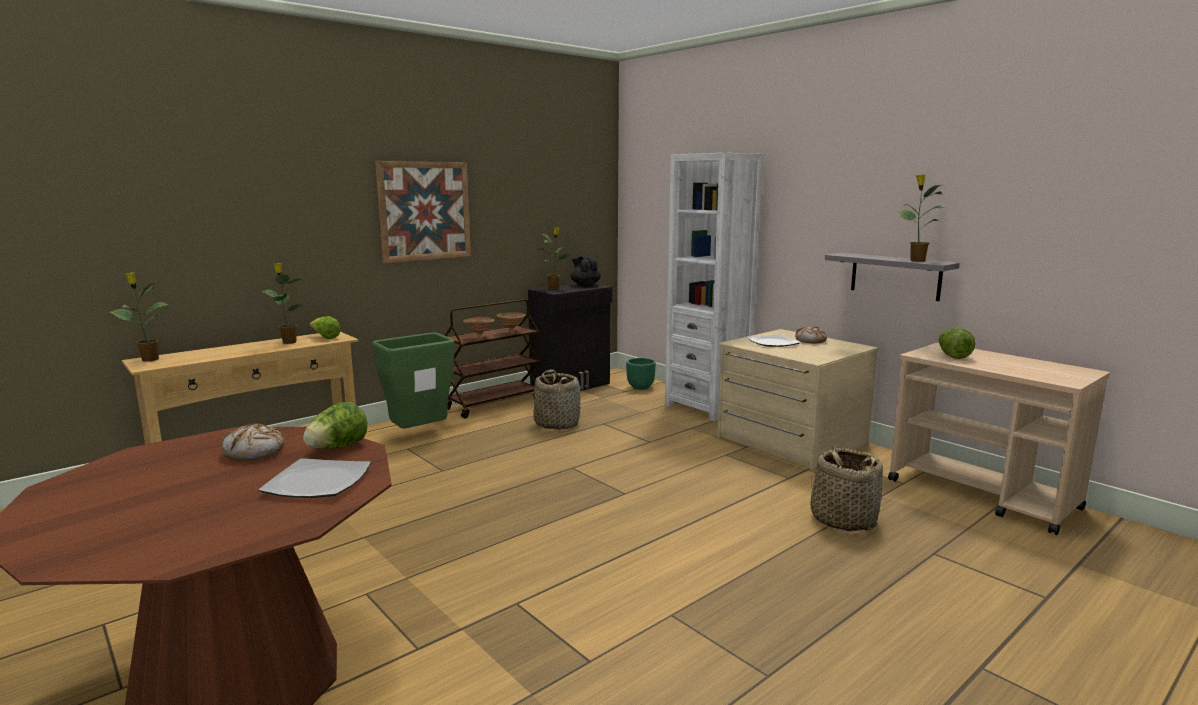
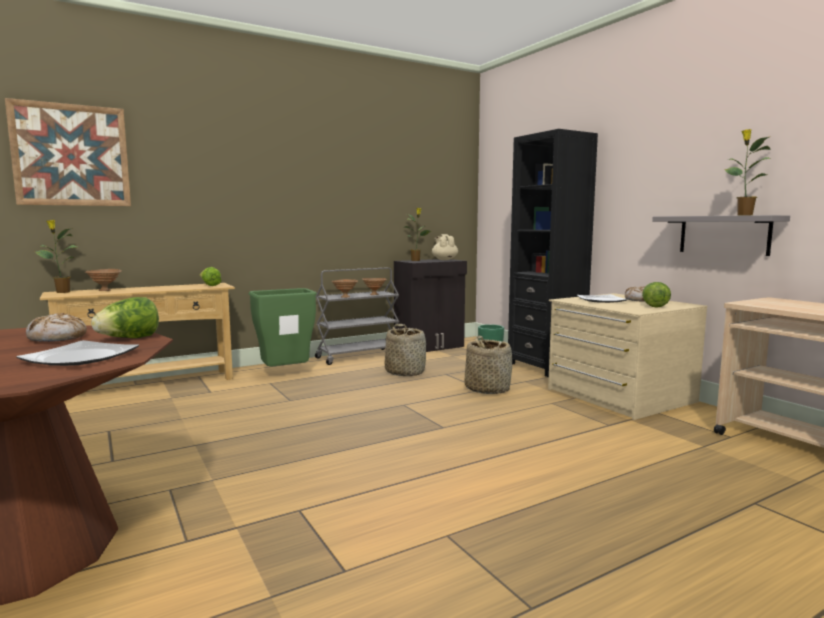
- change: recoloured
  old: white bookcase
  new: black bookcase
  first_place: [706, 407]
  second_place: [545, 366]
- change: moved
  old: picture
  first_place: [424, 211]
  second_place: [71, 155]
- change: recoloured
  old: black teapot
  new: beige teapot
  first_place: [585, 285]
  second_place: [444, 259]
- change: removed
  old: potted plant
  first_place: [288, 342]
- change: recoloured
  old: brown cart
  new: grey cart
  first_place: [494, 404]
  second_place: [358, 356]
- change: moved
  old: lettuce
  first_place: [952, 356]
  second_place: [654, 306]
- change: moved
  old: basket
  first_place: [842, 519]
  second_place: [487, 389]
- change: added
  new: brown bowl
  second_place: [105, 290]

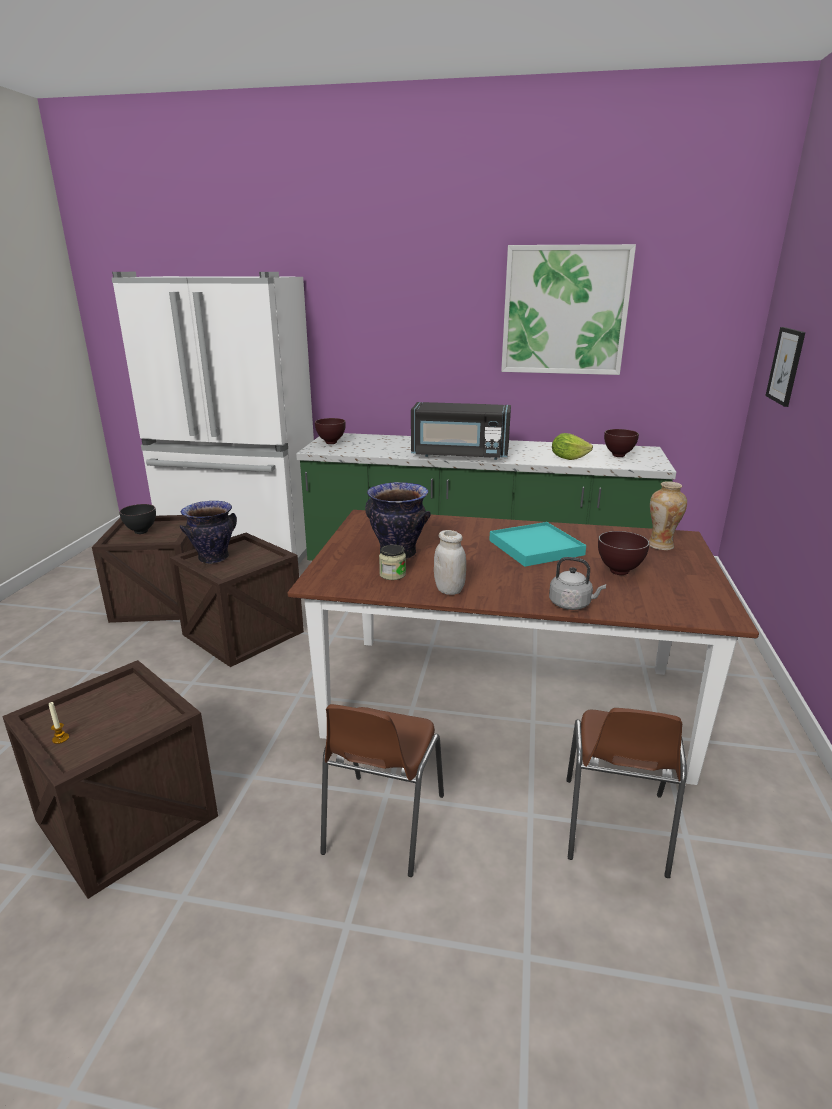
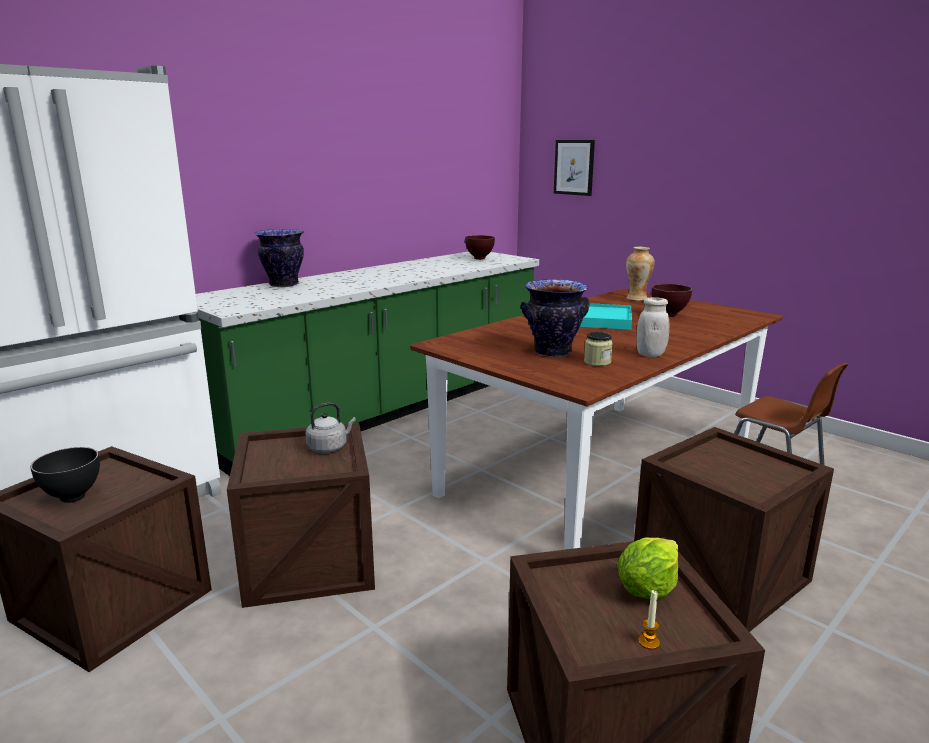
- change: removed
  old: picture
  first_place: [564, 311]
- change: removed
  old: black microwave
  first_place: [459, 455]
- change: removed
  old: brown bowl
  first_place: [330, 443]
- change: moved
  old: lettuce
  first_place: [568, 458]
  second_place: [647, 588]
- change: moved
  old: vase
  first_place: [213, 558]
  second_place: [283, 284]
- change: moved
  old: grey kettle
  first_place: [572, 604]
  second_place: [329, 447]
- change: replaced
  old: brown chair
  new: crate
  first_place: [381, 826]
  second_place: [720, 575]

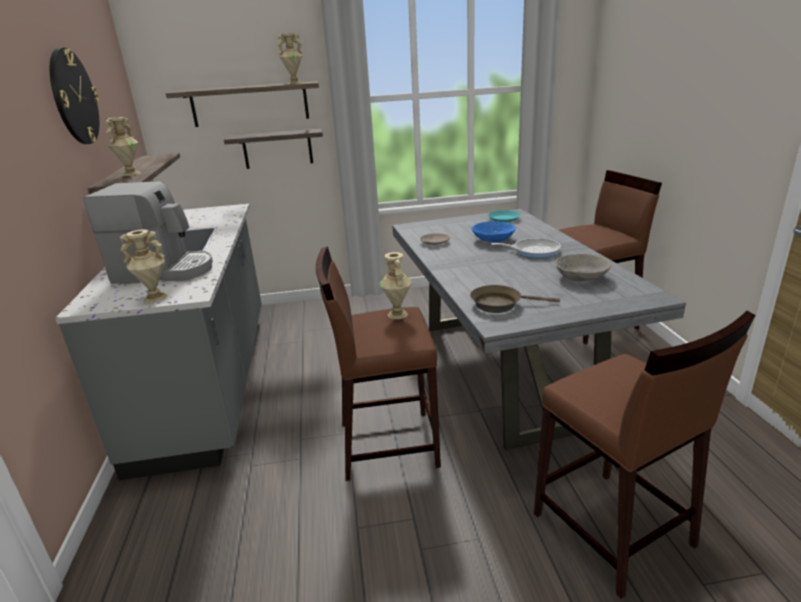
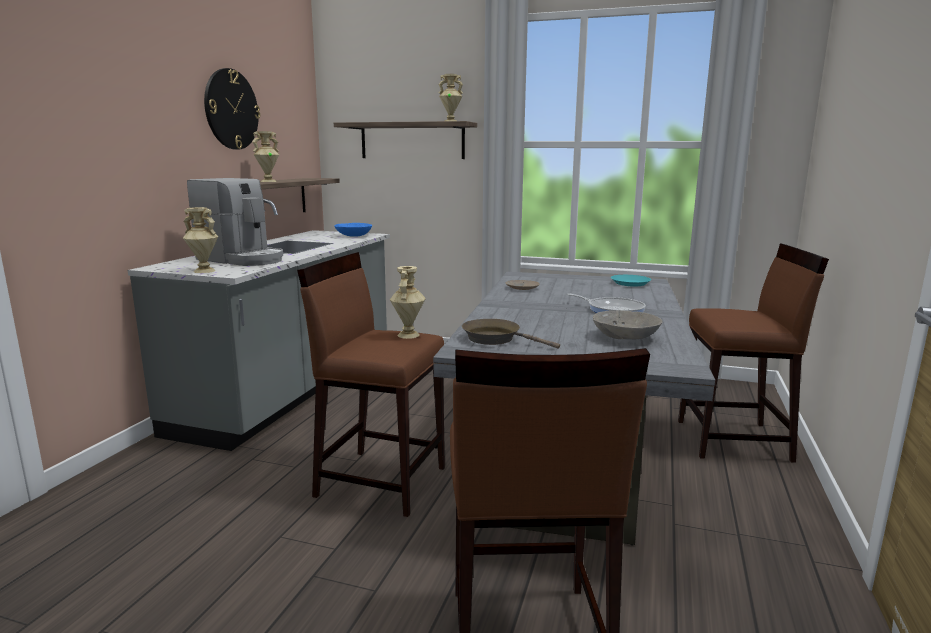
- change: removed
  old: shelf
  first_place: [277, 149]
- change: moved
  old: blue bowl
  first_place: [493, 240]
  second_place: [353, 236]

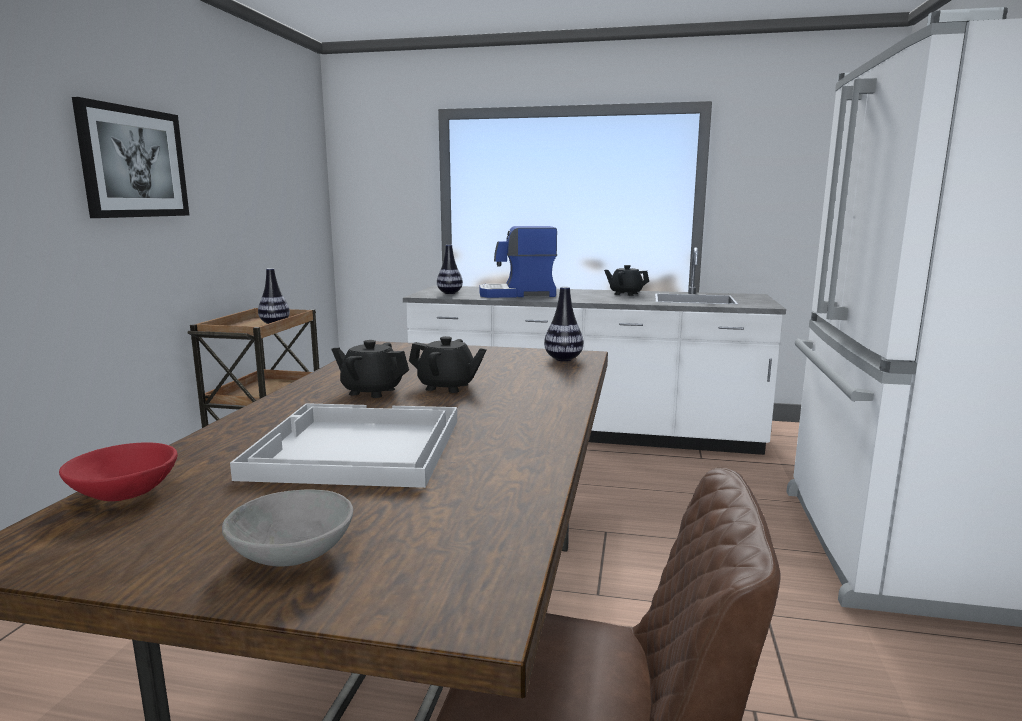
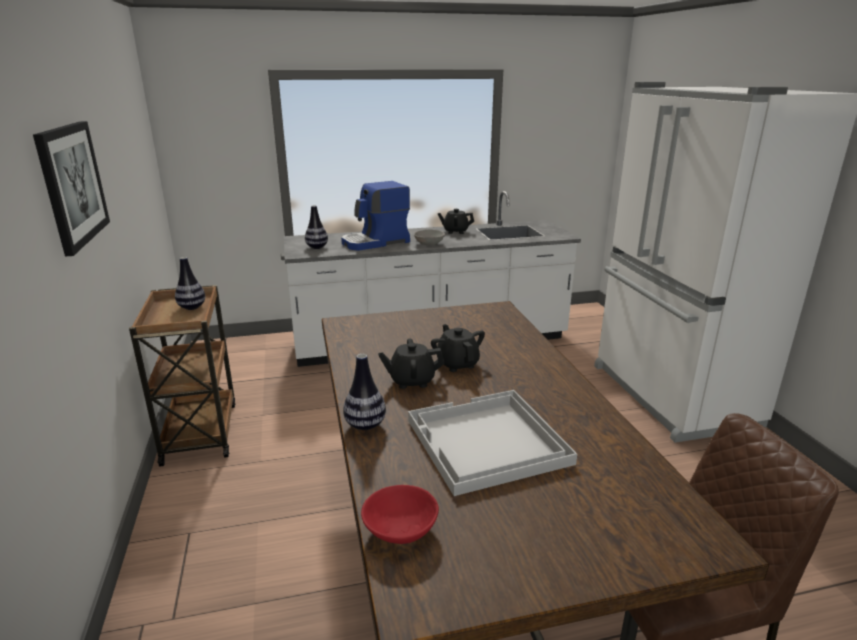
- change: moved
  old: vase
  first_place: [563, 359]
  second_place: [365, 425]
- change: turned
  old: black teapot
  first_place: [447, 387]
  second_place: [457, 364]
  degrees: -105
- change: moved
  old: grey bowl
  first_place: [292, 554]
  second_place: [429, 244]

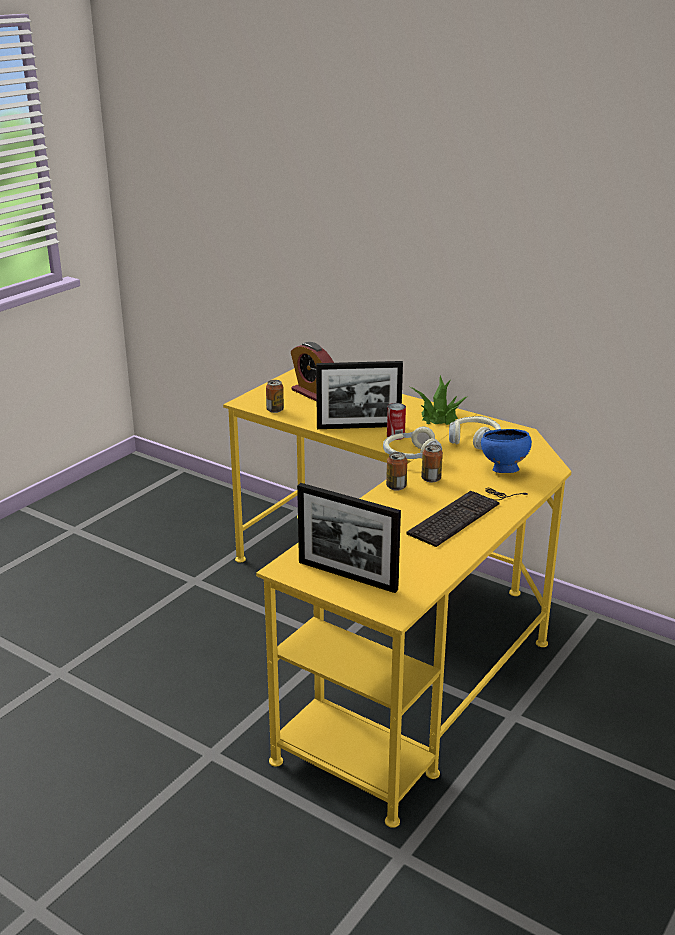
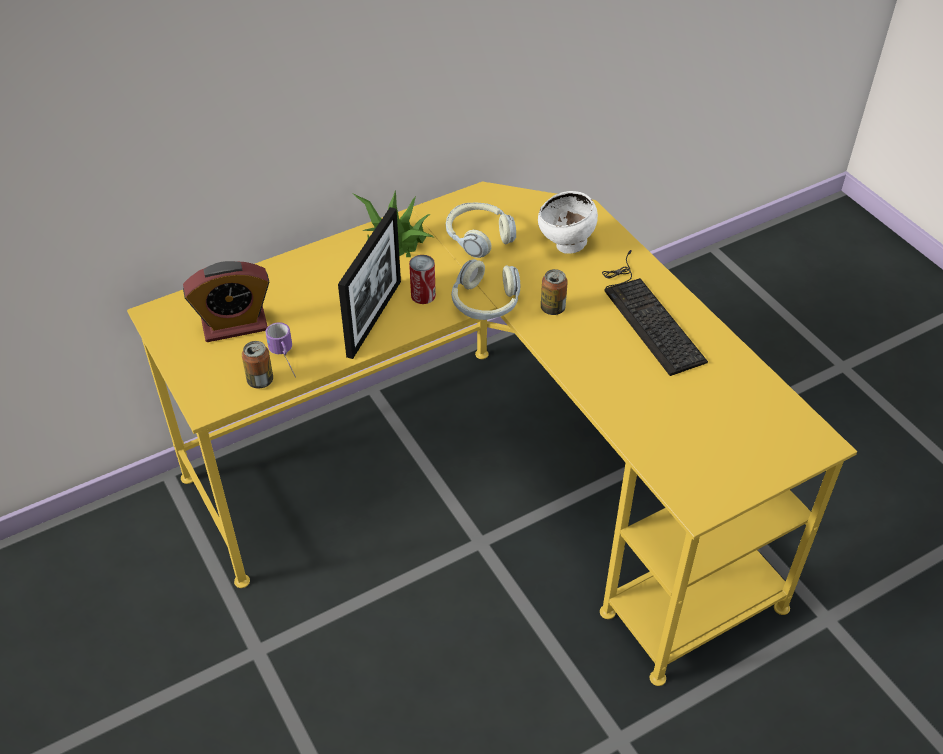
- change: recoloured
  old: blue bowl
  new: white bowl
  first_place: [503, 470]
  second_place: [566, 246]
- change: removed
  old: can
  first_place: [396, 487]
- change: removed
  old: picture frame
  first_place: [347, 576]
- change: added
  new: mug
  second_place: [286, 361]

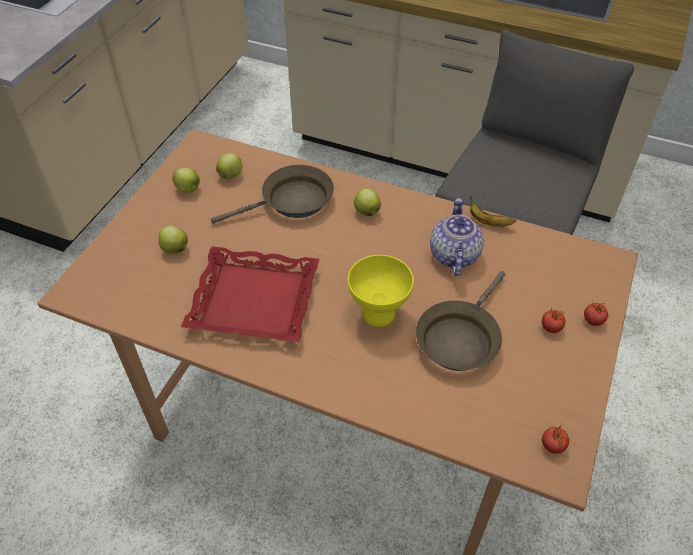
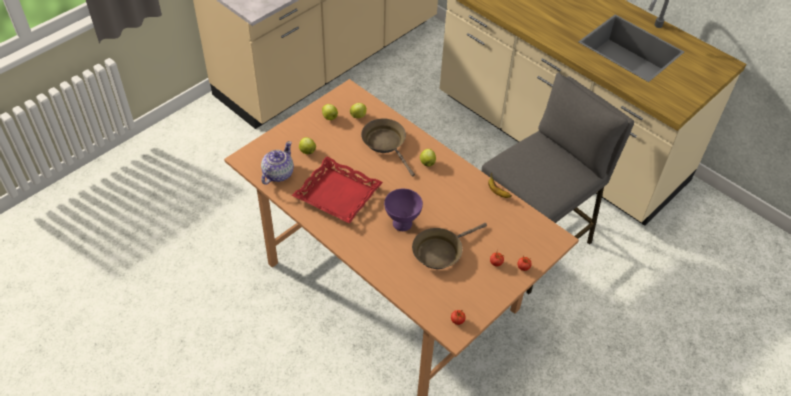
- change: turned
  old: brown frying pan
  first_place: [291, 202]
  second_place: [386, 143]
  degrees: -120
- change: moved
  old: teapot
  first_place: [453, 255]
  second_place: [277, 174]
- change: recoloured
  old: yellow bowl
  new: purple bowl
  first_place: [378, 313]
  second_place: [402, 223]

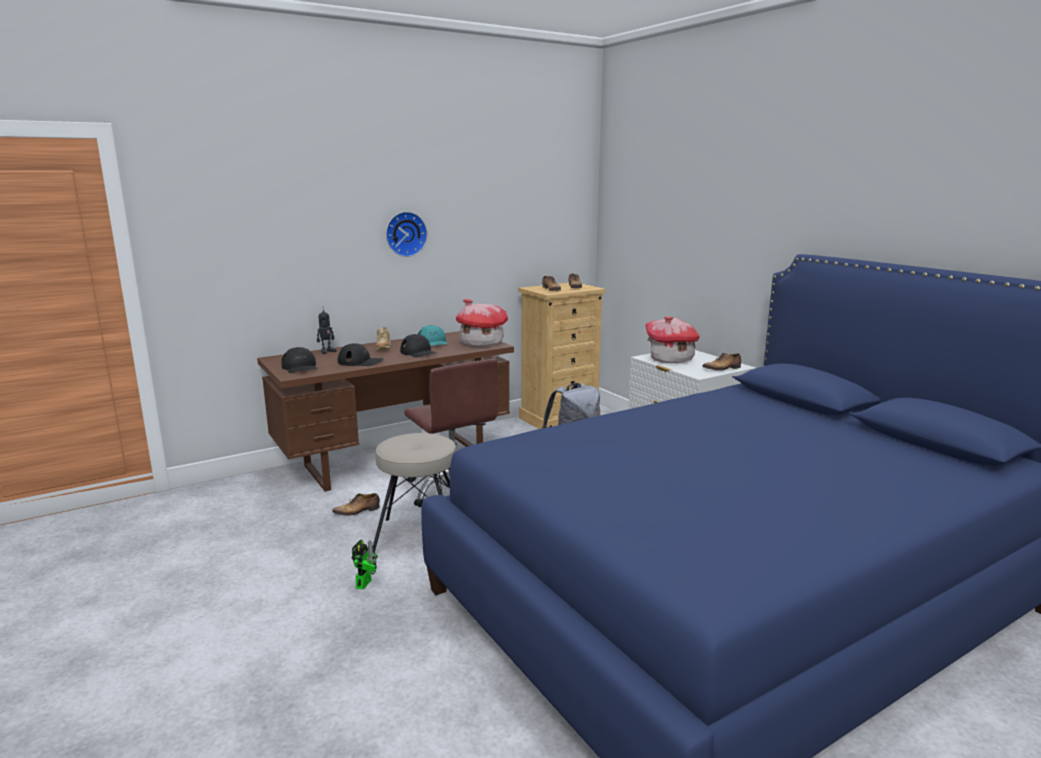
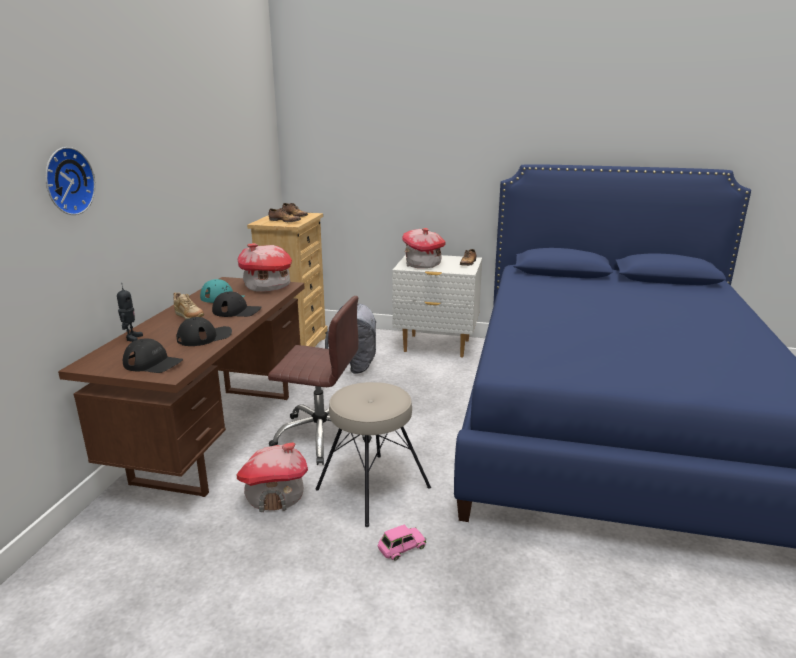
- change: moved
  old: wall clock
  first_place: [405, 234]
  second_place: [66, 181]
- change: replaced
  old: shoe
  new: toy house
  first_place: [358, 511]
  second_place: [276, 496]
- change: replaced
  old: toy robot
  new: pink toy car
  first_place: [365, 582]
  second_place: [401, 547]

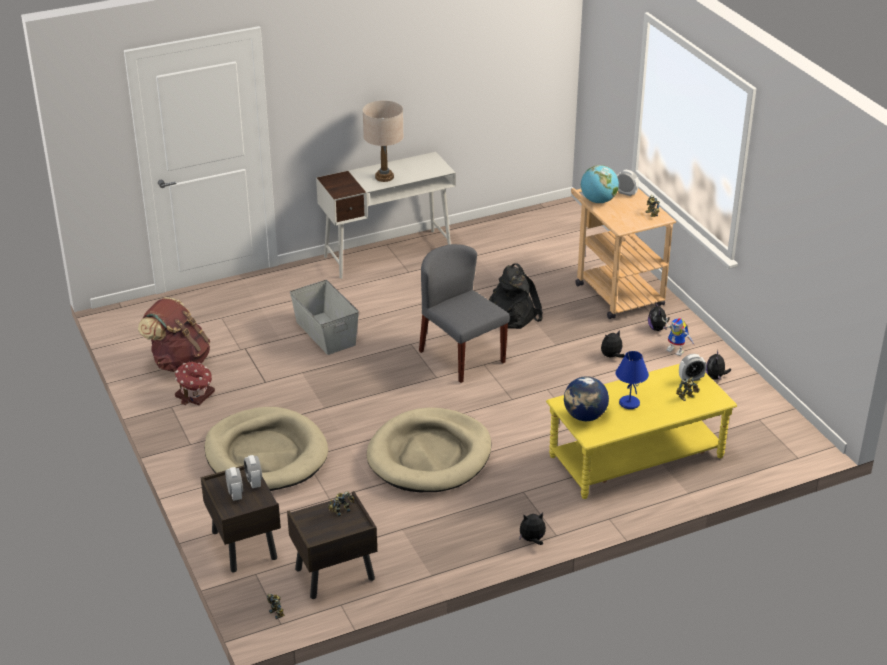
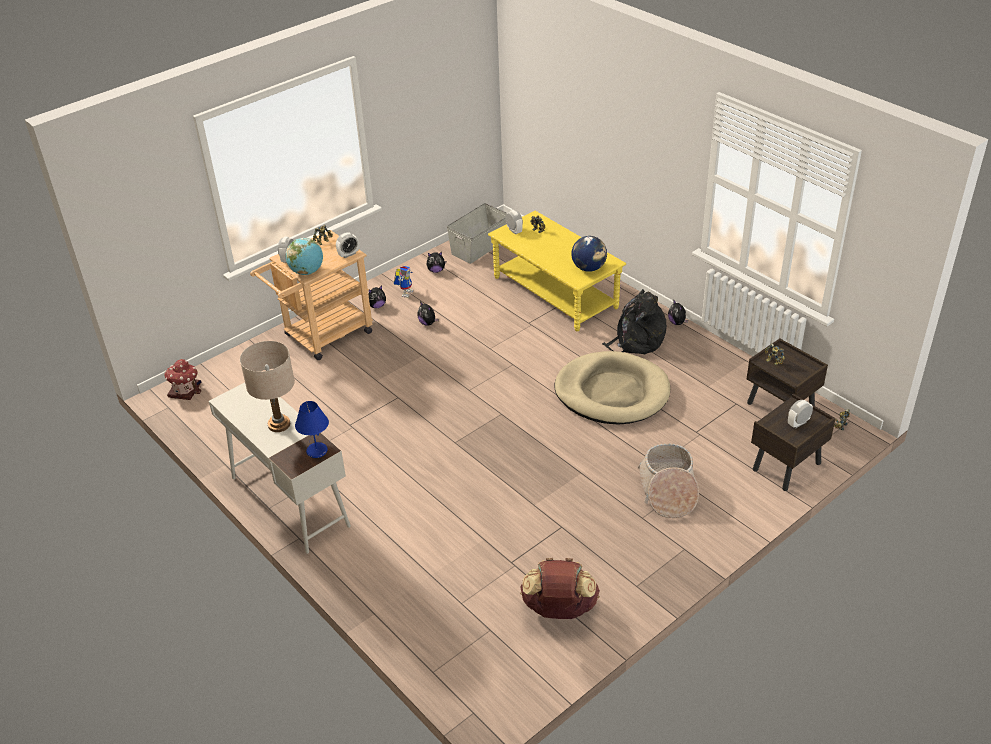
- change: removed
  old: grey chair
  first_place: [461, 356]
- change: moved
  old: black backpack
  first_place: [510, 314]
  second_place: [636, 341]
- change: moved
  old: grey storage box
  first_place: [326, 333]
  second_place: [479, 246]
- change: moved
  old: blue table lamp
  first_place: [628, 403]
  second_place: [317, 451]
- change: moved
  old: toy house
  first_place: [195, 395]
  second_place: [185, 390]
- change: replaced
  old: beige dog bed
  new: basket
  first_place: [266, 454]
  second_place: [668, 491]
- change: moved
  old: alarm clock
  first_place: [254, 482]
  second_place: [348, 254]

